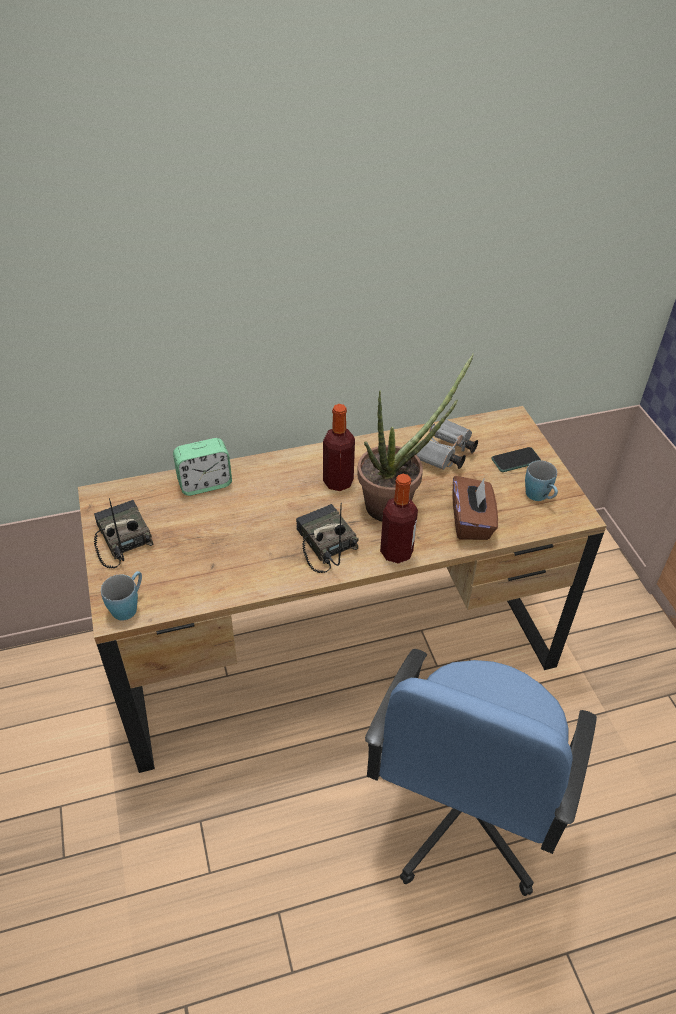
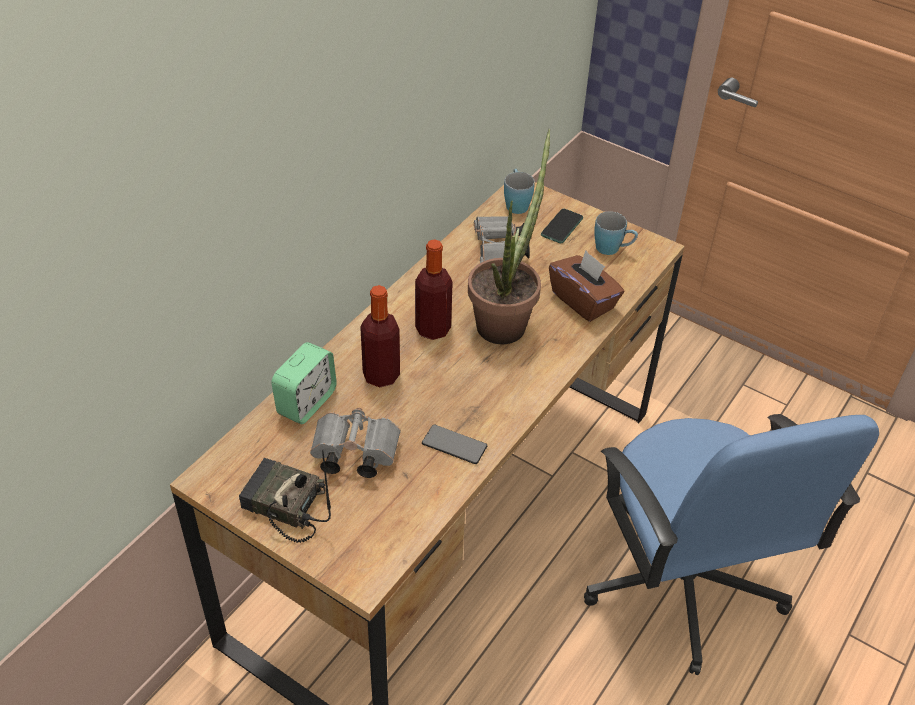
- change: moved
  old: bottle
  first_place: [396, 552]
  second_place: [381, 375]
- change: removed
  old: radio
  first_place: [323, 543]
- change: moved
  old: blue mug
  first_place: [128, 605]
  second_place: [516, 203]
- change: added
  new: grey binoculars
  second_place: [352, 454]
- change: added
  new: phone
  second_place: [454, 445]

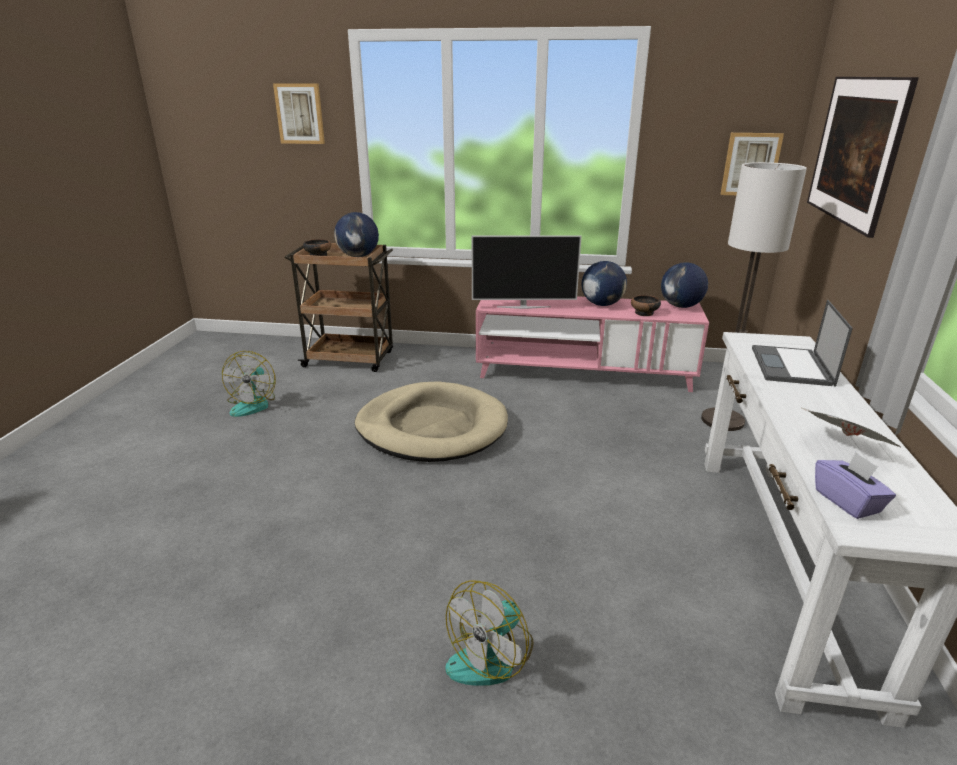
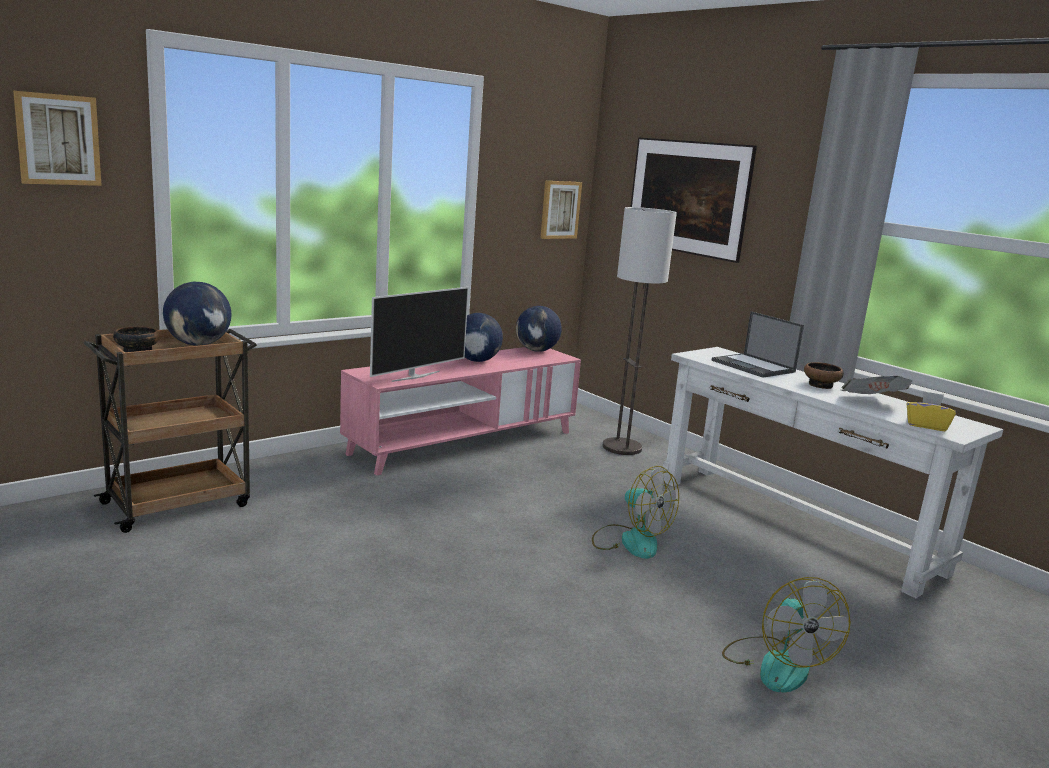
- change: moved
  old: bowl
  first_place: [644, 313]
  second_place: [821, 385]
- change: moved
  old: fan
  first_place: [253, 404]
  second_place: [630, 541]
- change: removed
  old: beige dog bed
  first_place: [432, 427]
- change: recoloured
  old: purple tissue box
  new: yellow tissue box
  first_place: [847, 501]
  second_place: [926, 425]

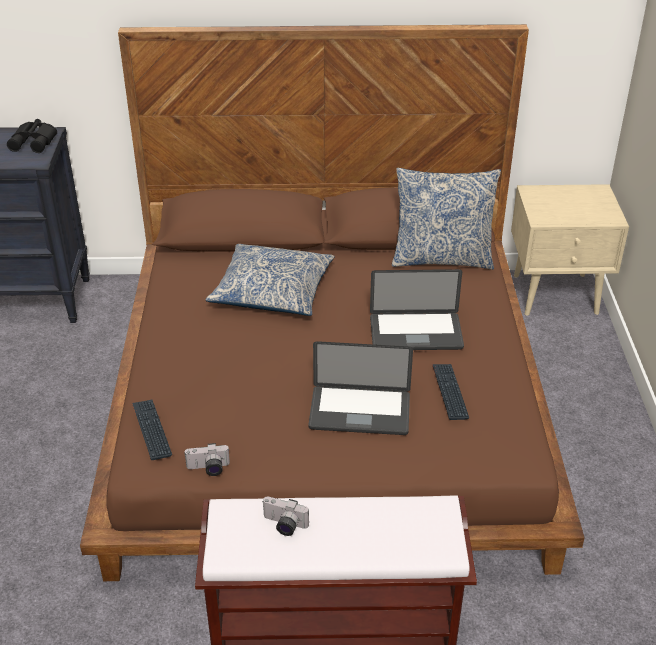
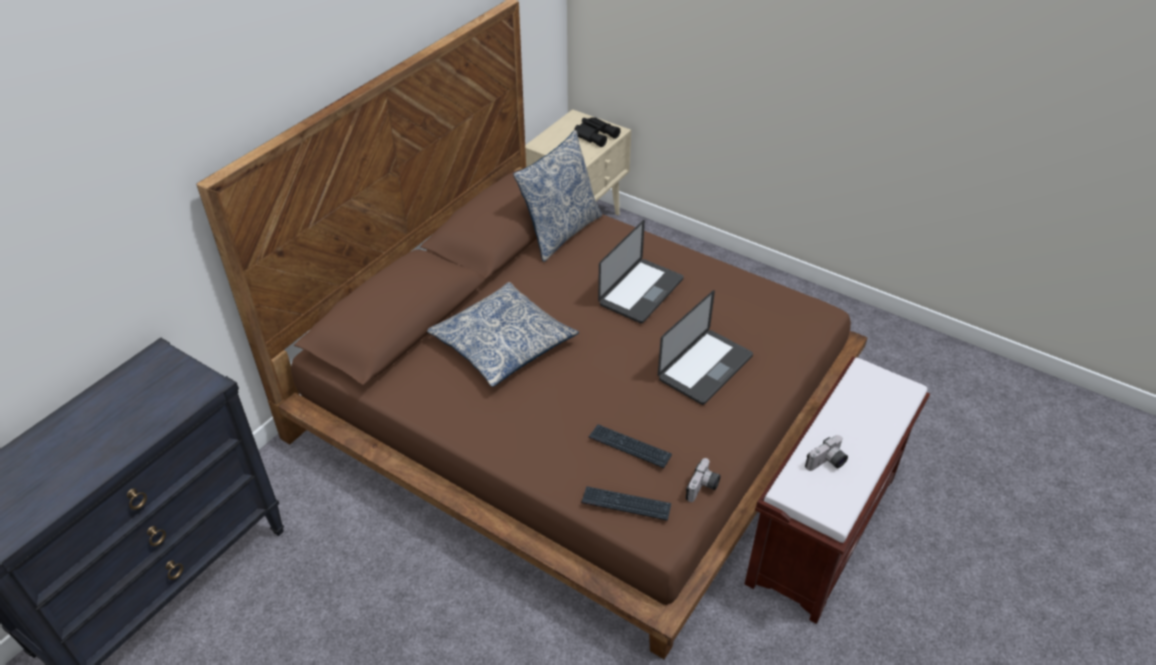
- change: moved
  old: black binoculars
  first_place: [35, 142]
  second_place: [596, 135]
- change: moved
  old: keyboard
  first_place: [450, 392]
  second_place: [629, 447]

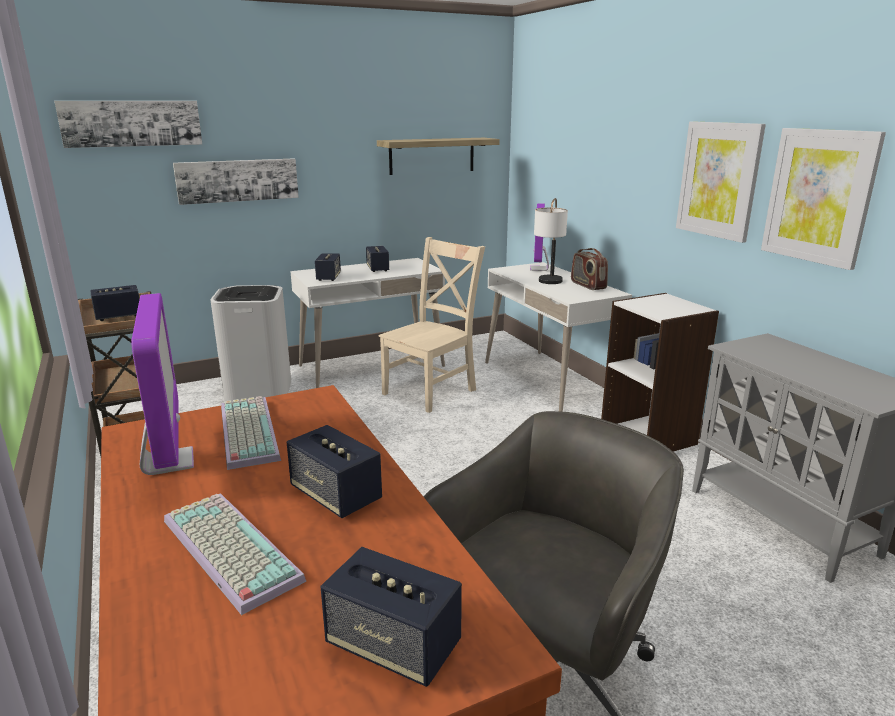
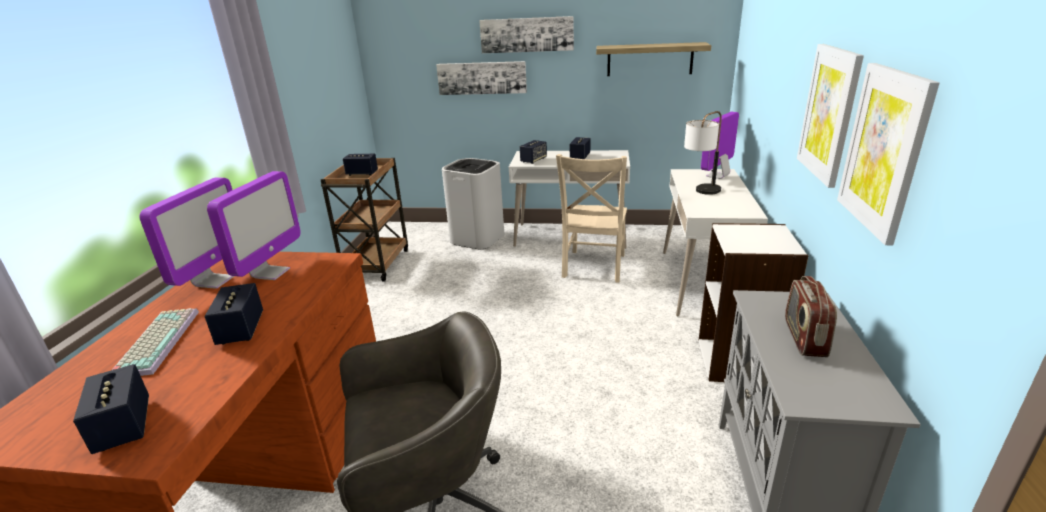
- change: moved
  old: picture
  first_place: [131, 123]
  second_place: [527, 34]
- change: turned
  old: beige chair
  first_place: [432, 391]
  second_place: [593, 267]
  degrees: 120
- change: moved
  old: radio
  first_place: [587, 285]
  second_place: [803, 338]
- change: replaced
  old: keyboard
  new: monitor
  first_place: [246, 432]
  second_place: [270, 273]

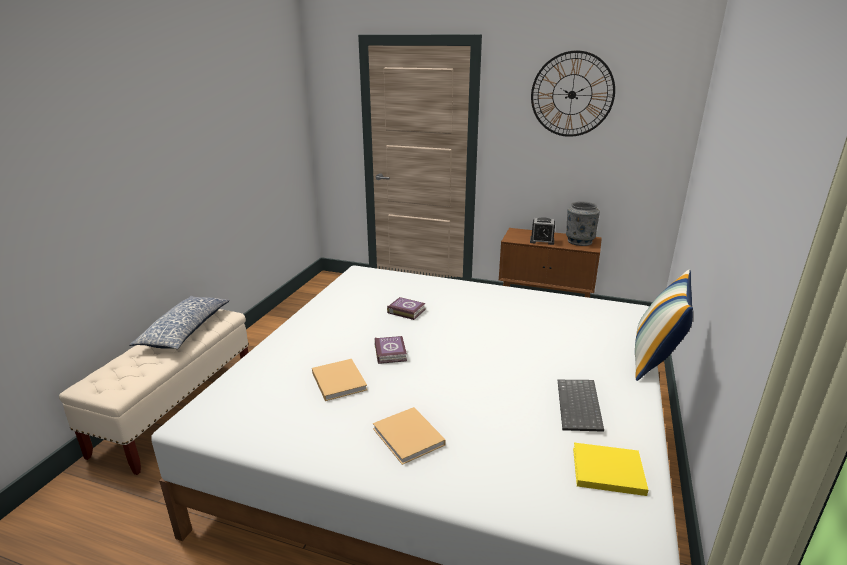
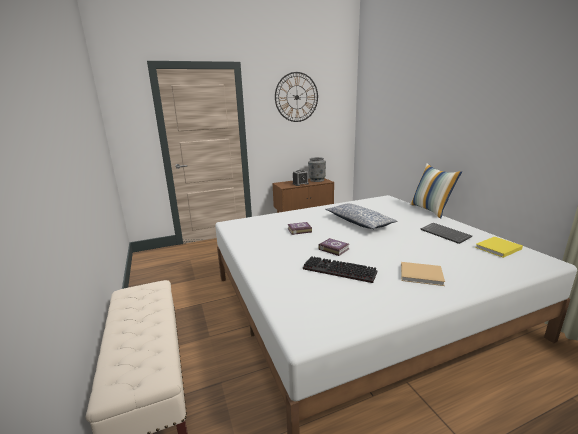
- change: moved
  old: pillow
  first_place: [186, 330]
  second_place: [359, 222]
- change: replaced
  old: beige book
  new: keyboard
  first_place: [338, 380]
  second_place: [337, 271]

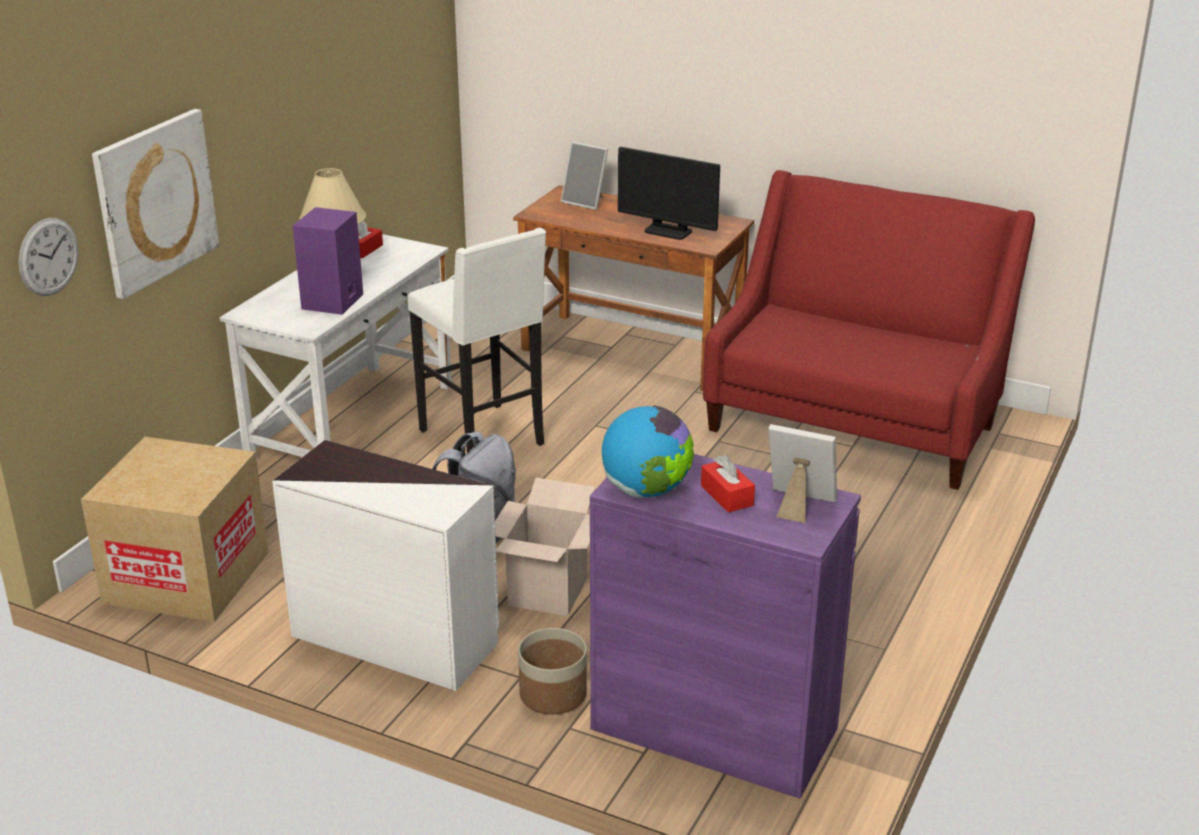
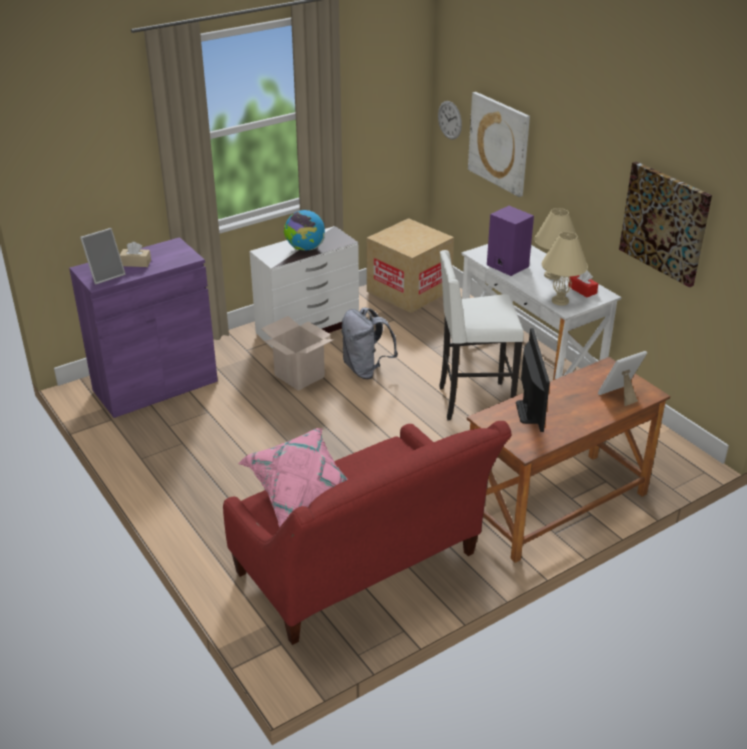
- change: turned
  old: monitor
  first_place: [668, 231]
  second_place: [530, 412]
  degrees: 120
- change: moved
  old: globe
  first_place: [646, 491]
  second_place: [305, 248]
- change: recoloured
  old: red tissue box
  new: beige tissue box
  first_place: [727, 495]
  second_place: [136, 263]
- change: removed
  old: planter
  first_place: [552, 695]
- change: added
  new: picture
  second_place: [665, 223]
- change: added
  new: beige table lamp
  second_place: [559, 301]
- change: added
  new: pink pillow
  second_place: [302, 494]

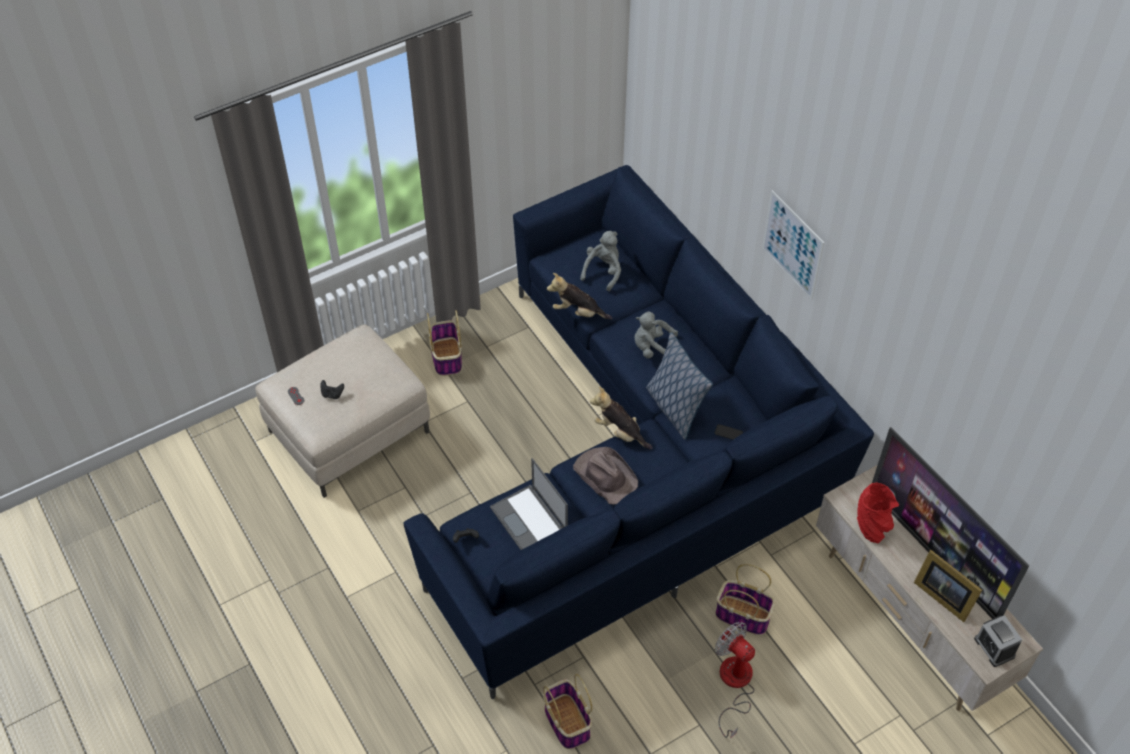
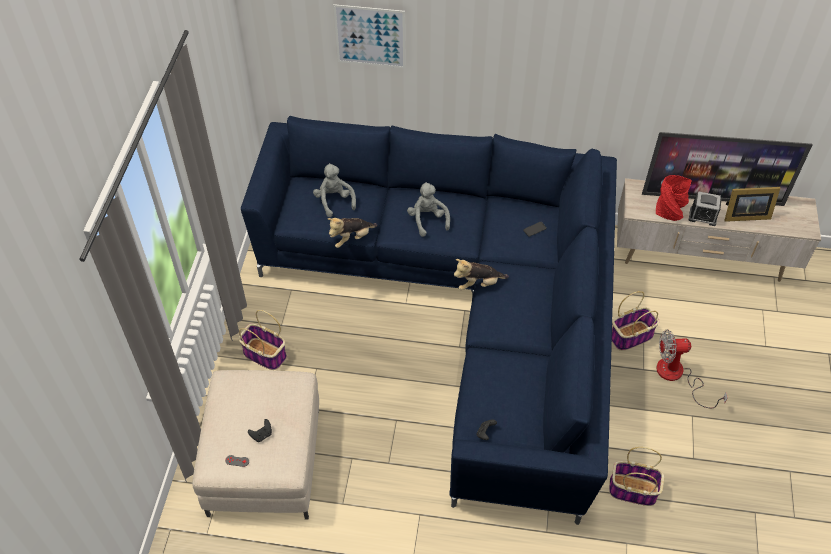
- change: moved
  old: picture
  first_place: [792, 245]
  second_place: [370, 36]
- change: turned
  old: grey plush toy
  first_place: [653, 349]
  second_place: [428, 220]
  degrees: 120
- change: removed
  old: pillow
  first_place: [674, 408]
- change: removed
  old: brown hat
  first_place: [605, 475]
- change: removed
  old: laptop
  first_place: [529, 519]
- change: moved
  old: alarm clock
  first_place: [994, 647]
  second_place: [702, 216]

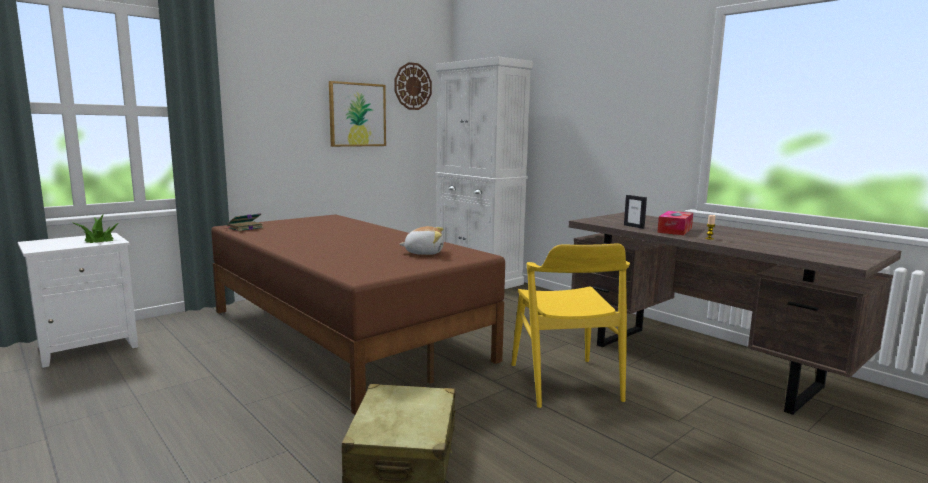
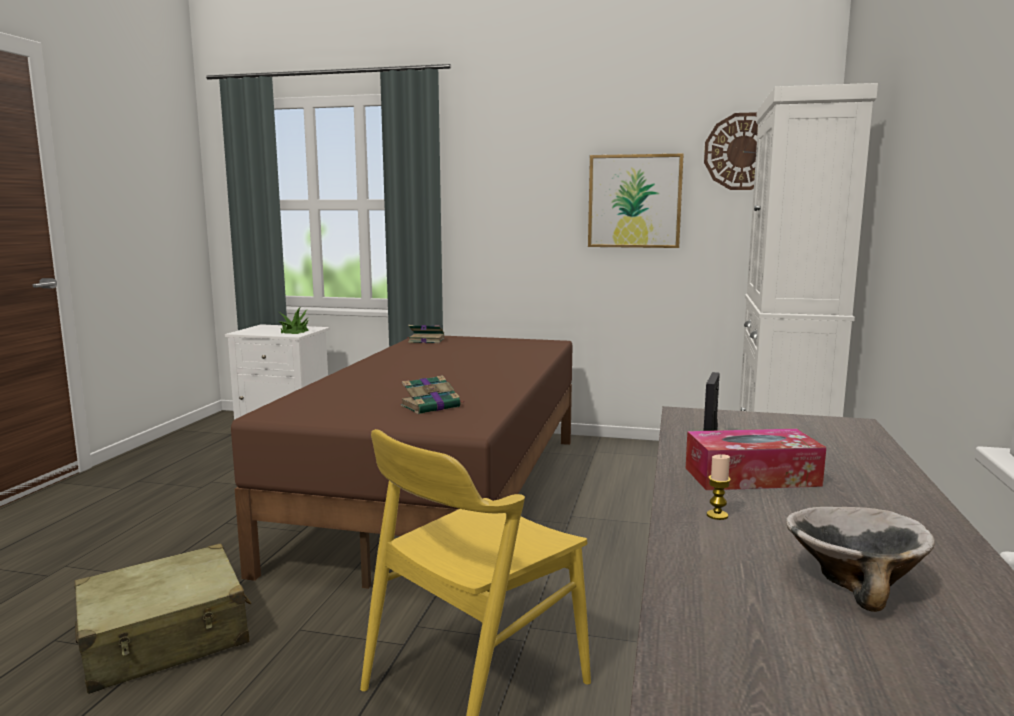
- change: replaced
  old: plush toy
  new: book
  first_place: [424, 253]
  second_place: [432, 406]
- change: added
  new: bowl
  second_place: [853, 581]

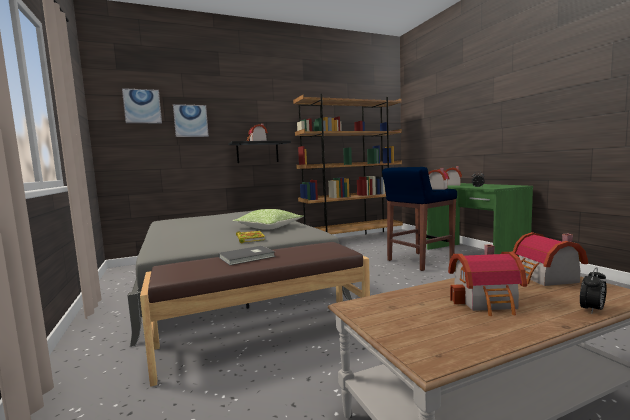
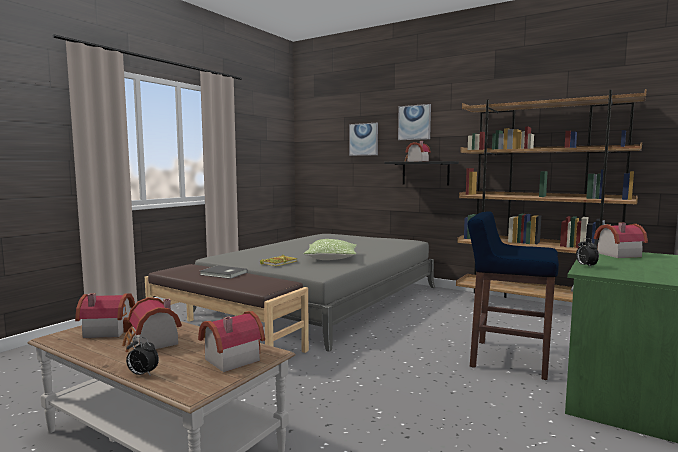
- change: moved
  old: picture
  first_place: [142, 106]
  second_place: [414, 122]
- change: moved
  old: toy house
  first_place: [435, 188]
  second_place: [108, 330]

